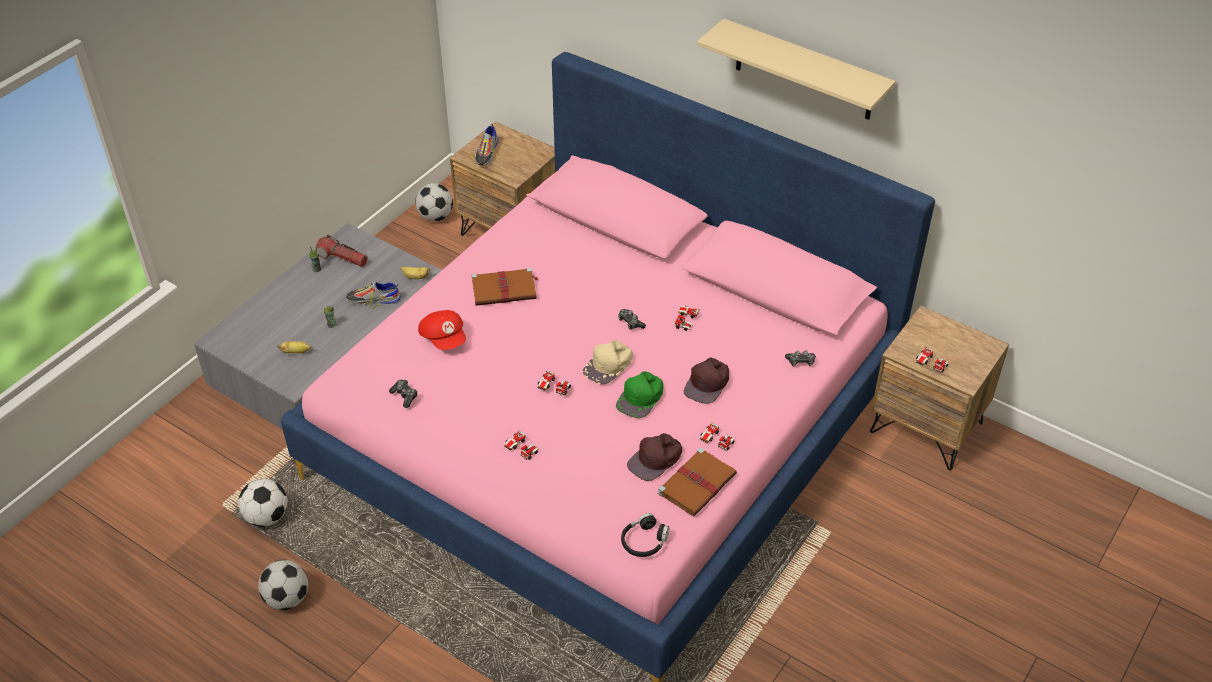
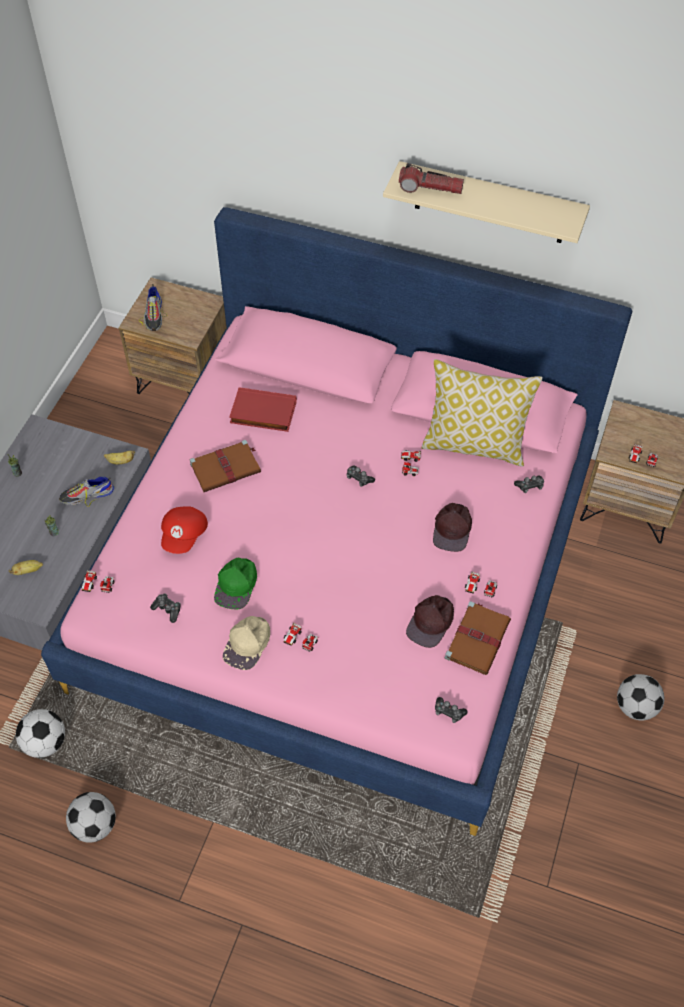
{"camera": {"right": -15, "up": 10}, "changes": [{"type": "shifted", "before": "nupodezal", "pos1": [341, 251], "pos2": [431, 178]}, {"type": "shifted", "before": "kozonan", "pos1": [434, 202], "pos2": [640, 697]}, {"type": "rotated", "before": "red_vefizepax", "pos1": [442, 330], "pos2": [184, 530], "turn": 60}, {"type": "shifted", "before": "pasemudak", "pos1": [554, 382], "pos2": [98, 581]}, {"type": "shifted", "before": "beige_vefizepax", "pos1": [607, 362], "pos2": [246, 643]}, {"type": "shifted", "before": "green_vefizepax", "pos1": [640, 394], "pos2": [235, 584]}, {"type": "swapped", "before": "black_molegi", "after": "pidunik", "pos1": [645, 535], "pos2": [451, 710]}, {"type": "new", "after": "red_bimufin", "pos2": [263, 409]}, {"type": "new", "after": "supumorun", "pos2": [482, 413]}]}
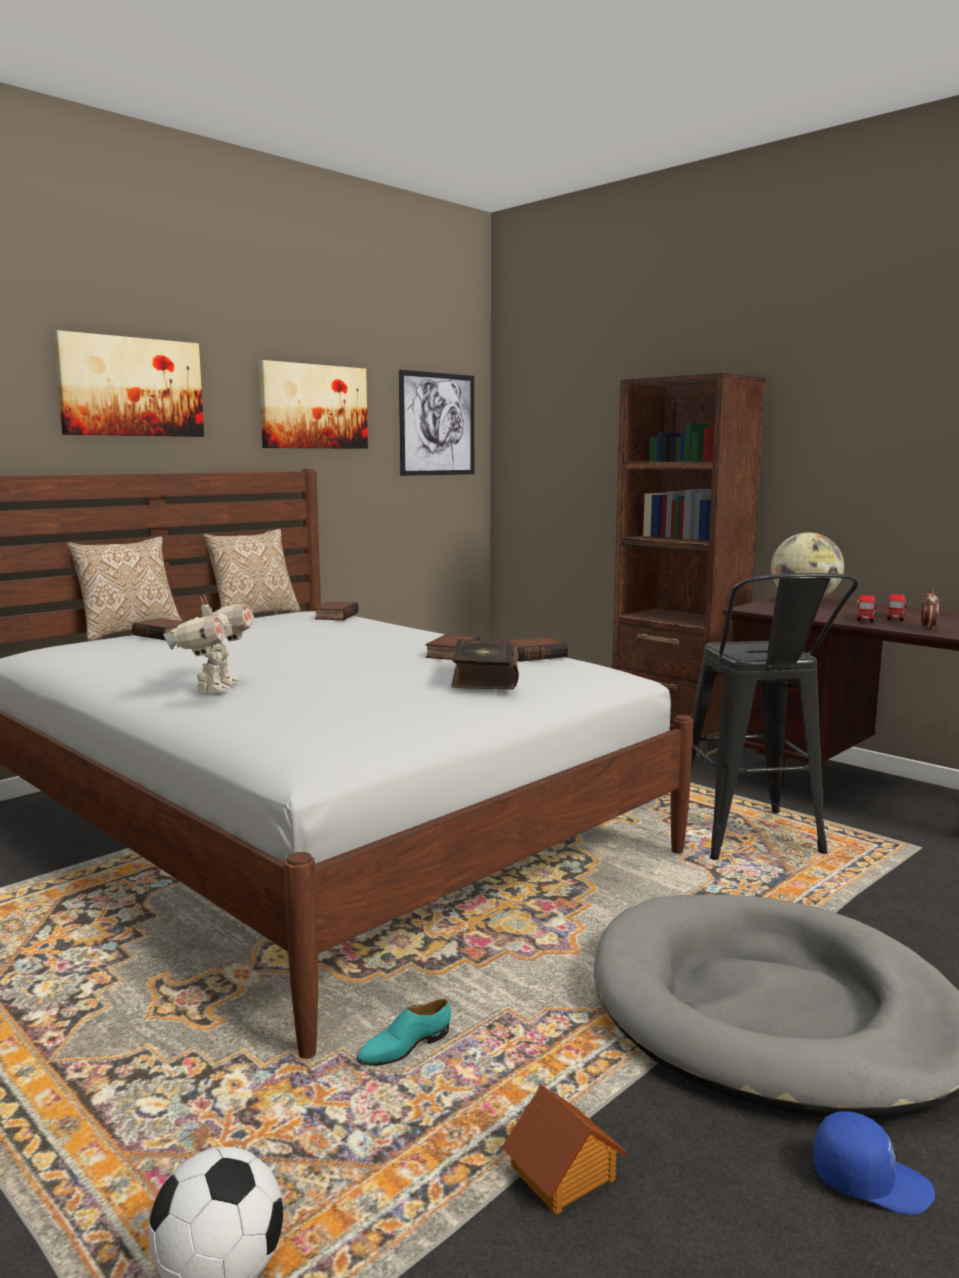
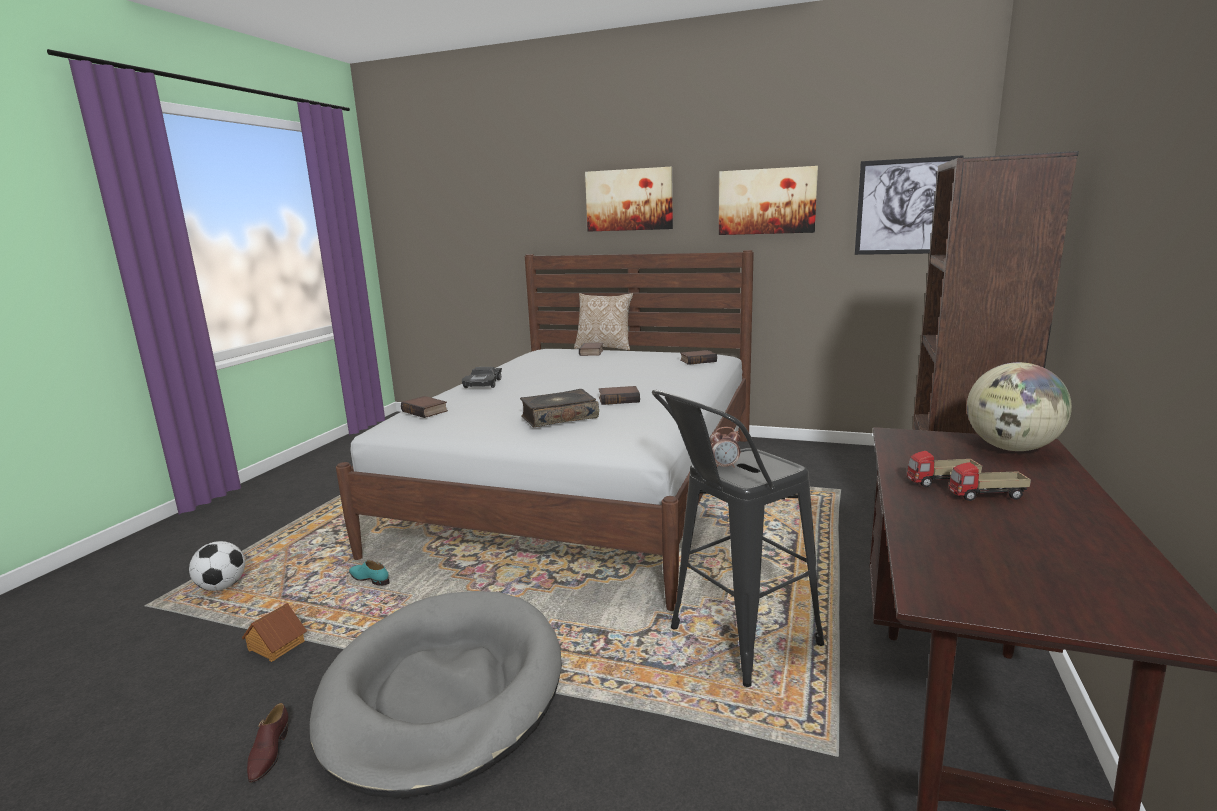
{"camera": {"right": 65, "up": 5}, "changes": [{"type": "swapped", "before": "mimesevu", "after": "black_pasemudak", "pos1": [208, 644], "pos2": [482, 377]}, {"type": "gone", "before": "supumorun", "pos1": [252, 571]}, {"type": "shifted", "before": "bimufin", "pos1": [535, 649], "pos2": [424, 407]}, {"type": "swapped", "before": "blue_vefizepax", "after": "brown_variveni", "pos1": [874, 1163], "pos2": [267, 742]}, {"type": "shifted", "before": "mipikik", "pos1": [930, 609], "pos2": [725, 447]}]}
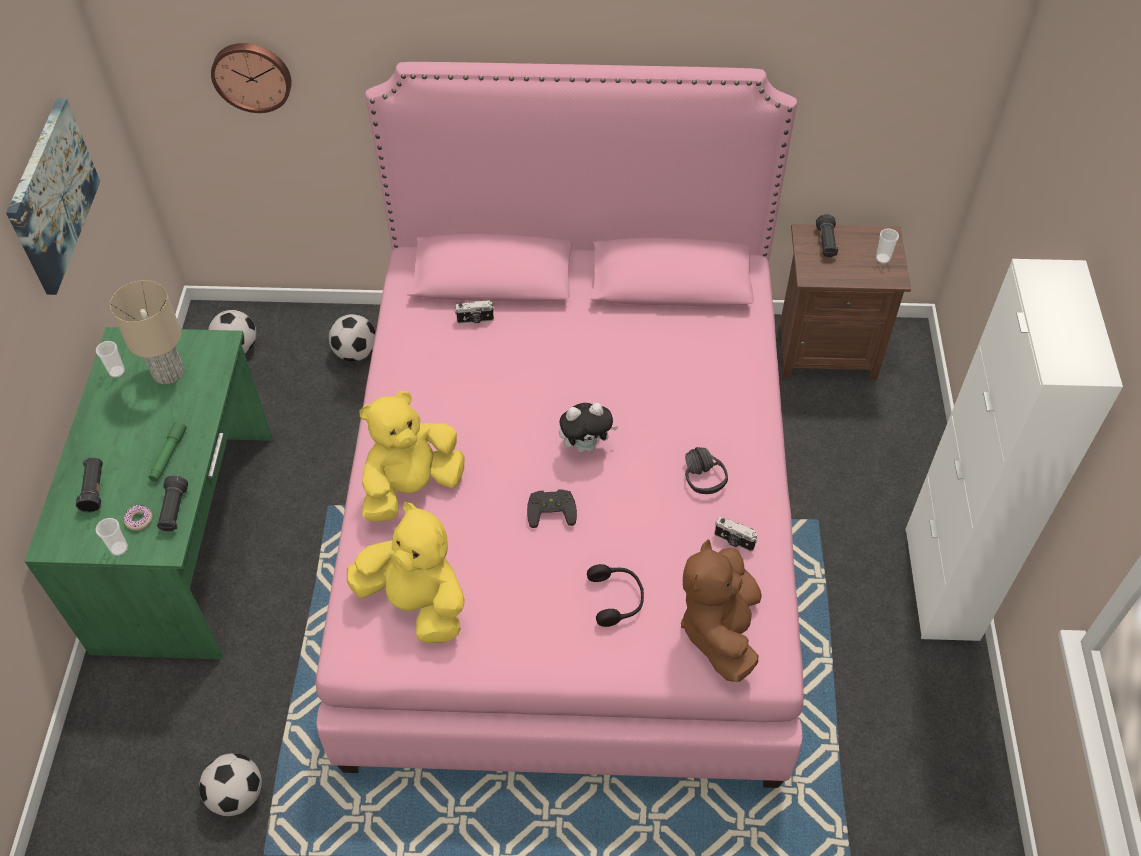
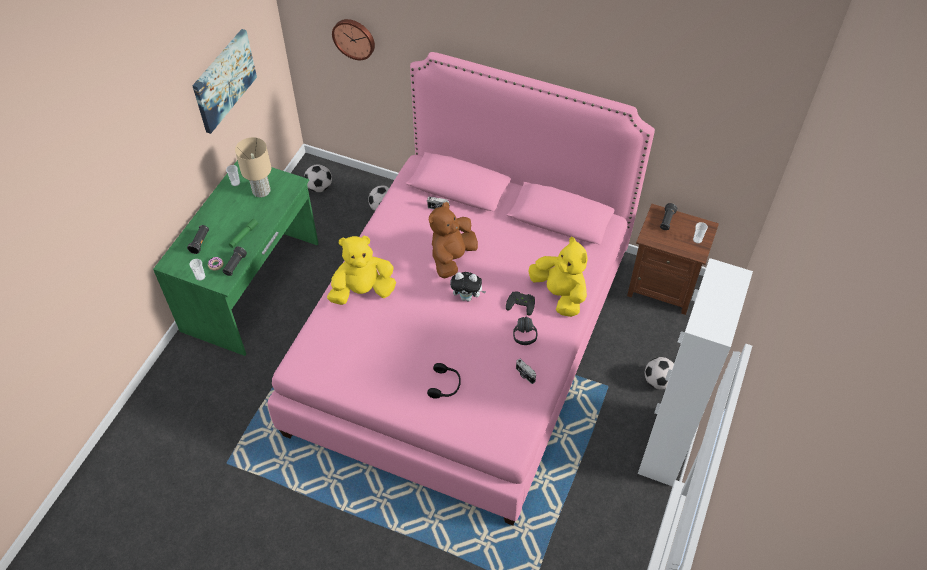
{"camera": {"right": 20, "up": 0}, "changes": [{"type": "shifted", "before": "kozonan", "pos1": [230, 784], "pos2": [659, 373]}, {"type": "shifted", "before": "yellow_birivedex", "pos1": [406, 573], "pos2": [558, 277]}, {"type": "shifted", "before": "black_pidunik", "pos1": [552, 509], "pos2": [520, 304]}, {"type": "shifted", "before": "brown_birivedex", "pos1": [721, 610], "pos2": [453, 240]}]}
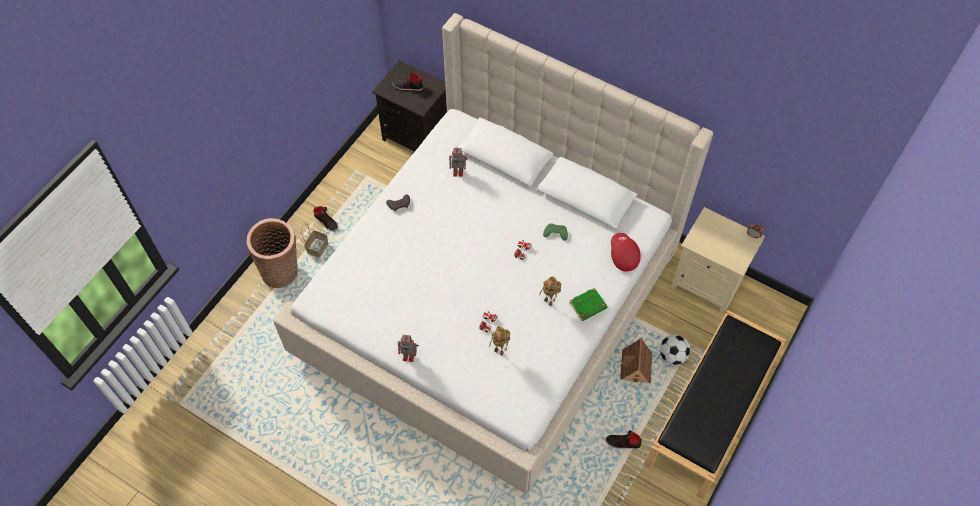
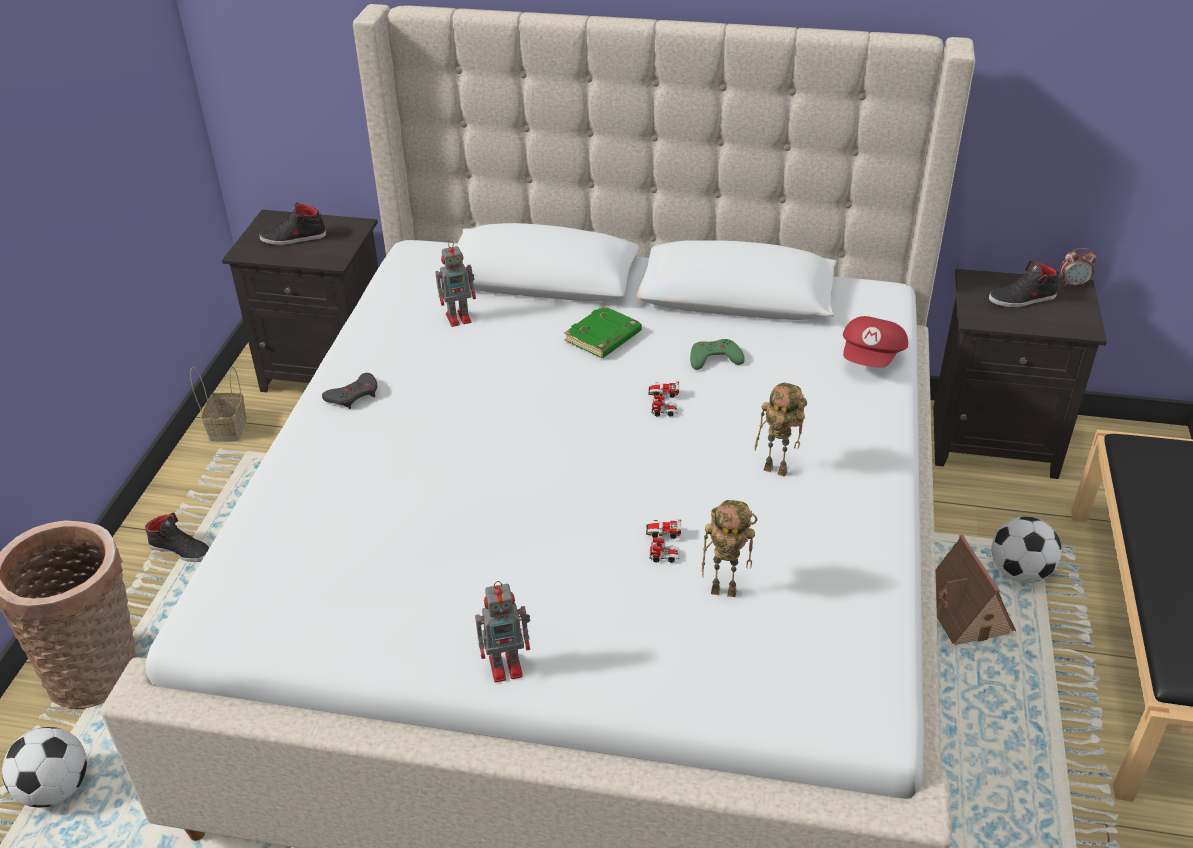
{"camera": {"right": -20, "up": -20}, "changes": [{"type": "shifted", "before": "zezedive", "pos1": [314, 240], "pos2": [218, 404]}, {"type": "shifted", "before": "green_bimufin", "pos1": [588, 304], "pos2": [603, 331]}, {"type": "shifted", "before": "black_variveni", "pos1": [623, 439], "pos2": [1024, 284]}, {"type": "rotated", "before": "red_vefizepax", "pos1": [626, 252], "pos2": [875, 342], "turn": -120}, {"type": "repainted", "before": "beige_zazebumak", "after": "black_zazebumak", "pos1": [718, 260], "pos2": [1020, 374]}, {"type": "new", "after": "kozonan", "pos2": [44, 767]}]}
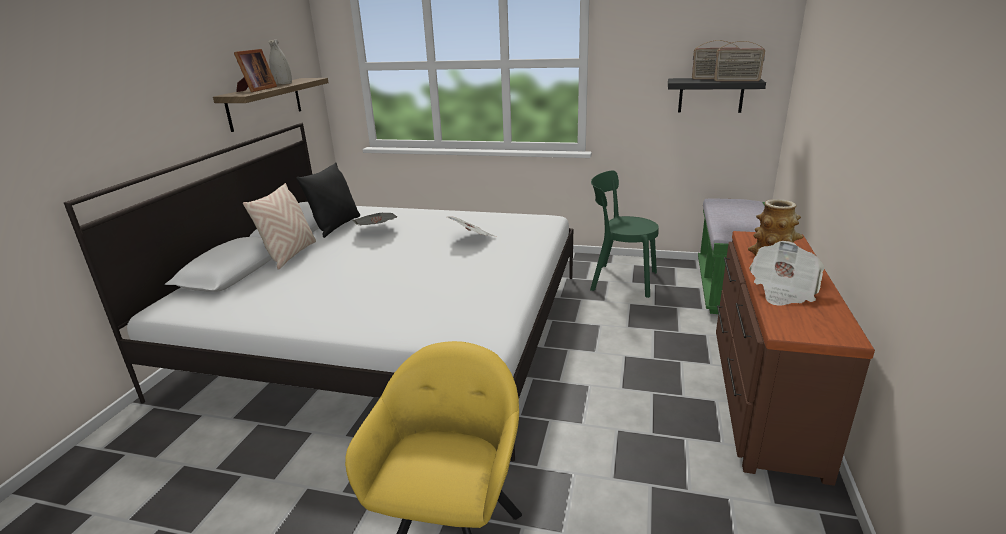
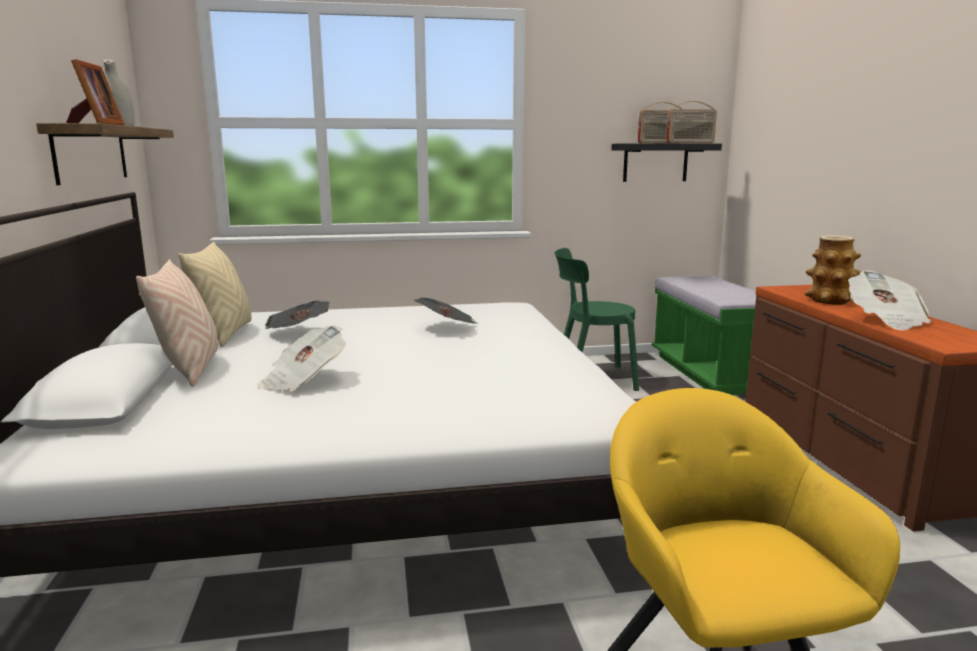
{"camera": {"right": -25, "up": -10}, "changes": [{"type": "repainted", "before": "black_supumorun", "after": "beige_supumorun", "pos1": [328, 200], "pos2": [215, 294]}, {"type": "new", "after": "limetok", "pos2": [302, 358]}]}
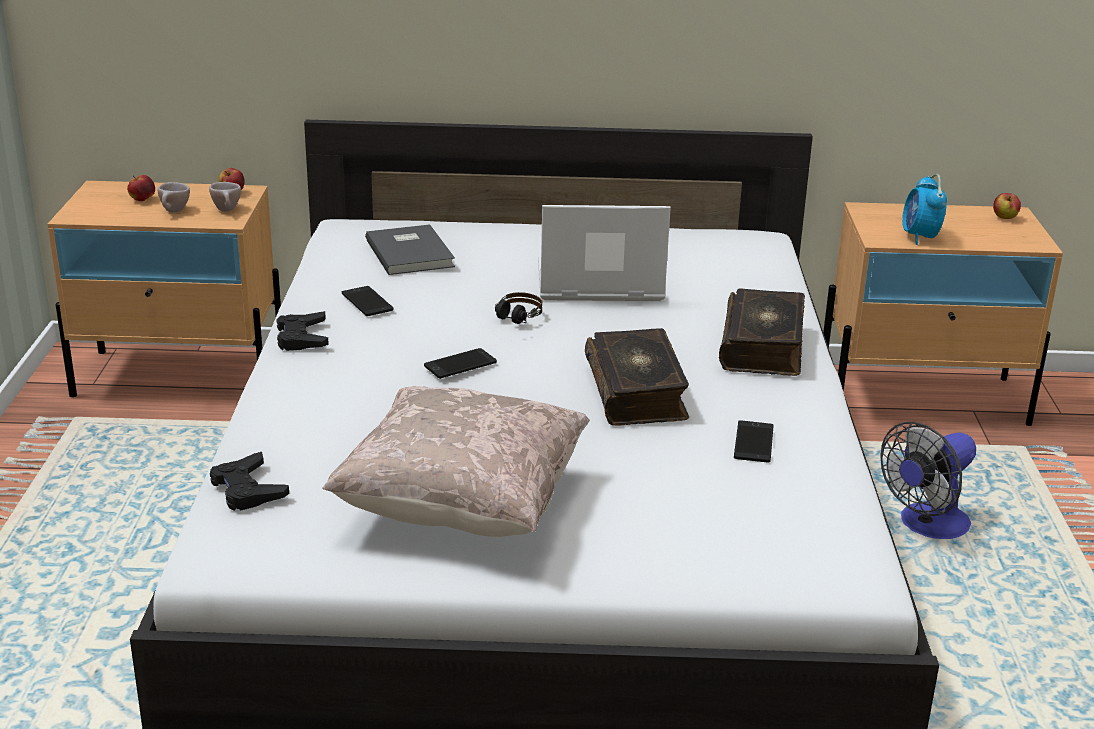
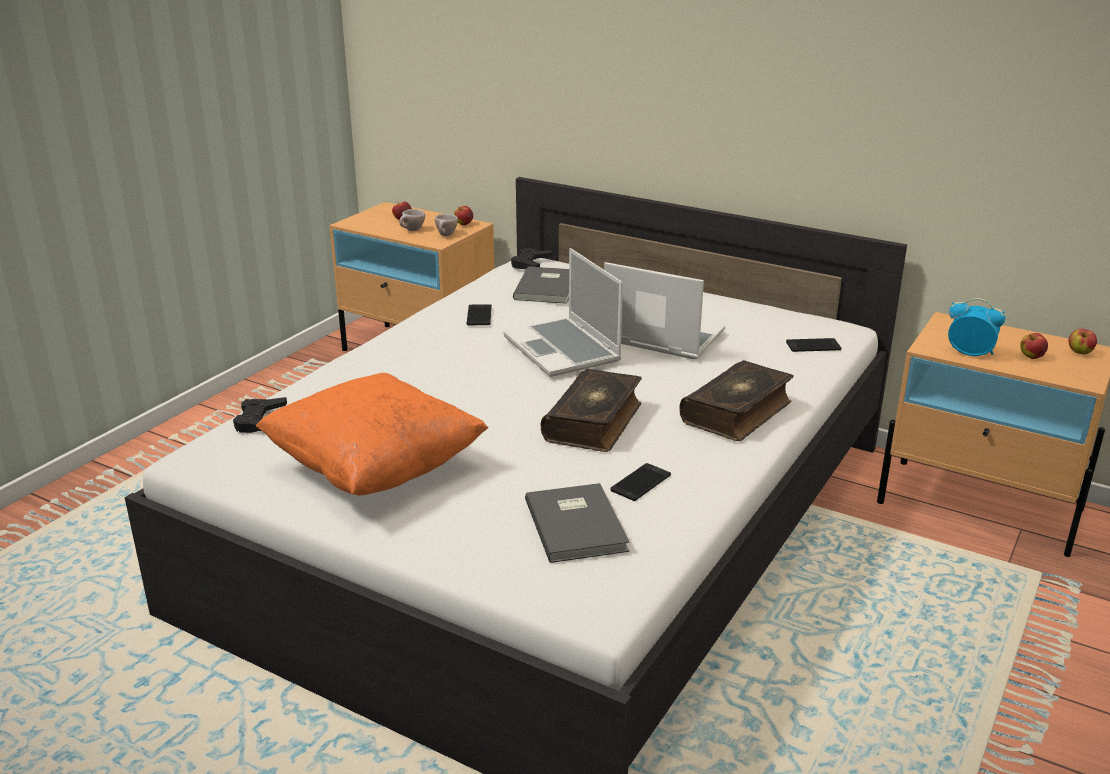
{"camera": {"right": 30, "up": 0}, "changes": [{"type": "shifted", "before": "black_pidunik", "pos1": [302, 331], "pos2": [532, 258]}, {"type": "repainted", "before": "beige_supumorun", "after": "orange_supumorun", "pos1": [456, 461], "pos2": [372, 434]}, {"type": "shifted", "before": "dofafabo", "pos1": [460, 363], "pos2": [813, 345]}, {"type": "swapped", "before": "molegi", "after": "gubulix", "pos1": [519, 308], "pos2": [563, 312]}, {"type": "gone", "before": "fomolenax", "pos1": [928, 480]}, {"type": "rotated", "before": "mipikik", "pos1": [924, 209], "pos2": [976, 327], "turn": 90}, {"type": "new", "after": "grey_bimufin", "pos2": [577, 523]}, {"type": "new", "after": "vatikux", "pos2": [1034, 346]}]}
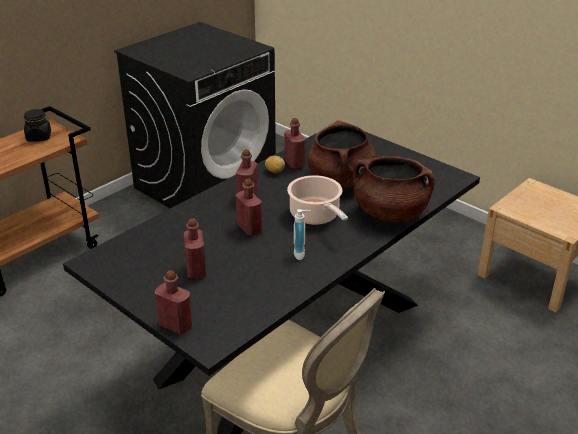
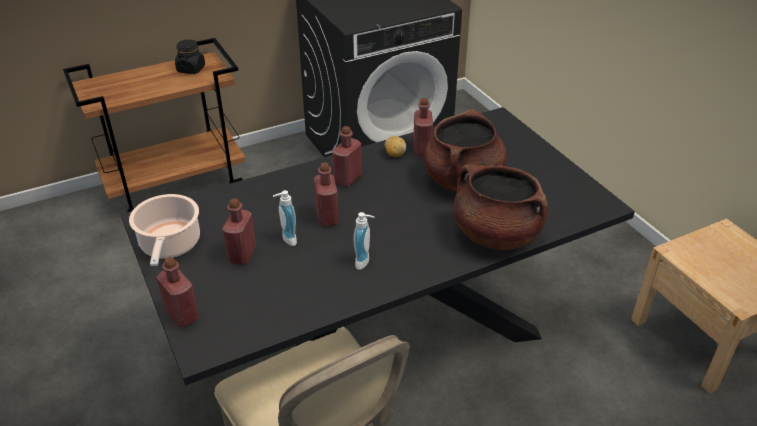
{"camera": {"right": 20, "up": 5}, "changes": [{"type": "shifted", "before": "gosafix", "pos1": [317, 200], "pos2": [164, 230]}, {"type": "new", "after": "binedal", "pos2": [285, 218]}]}
